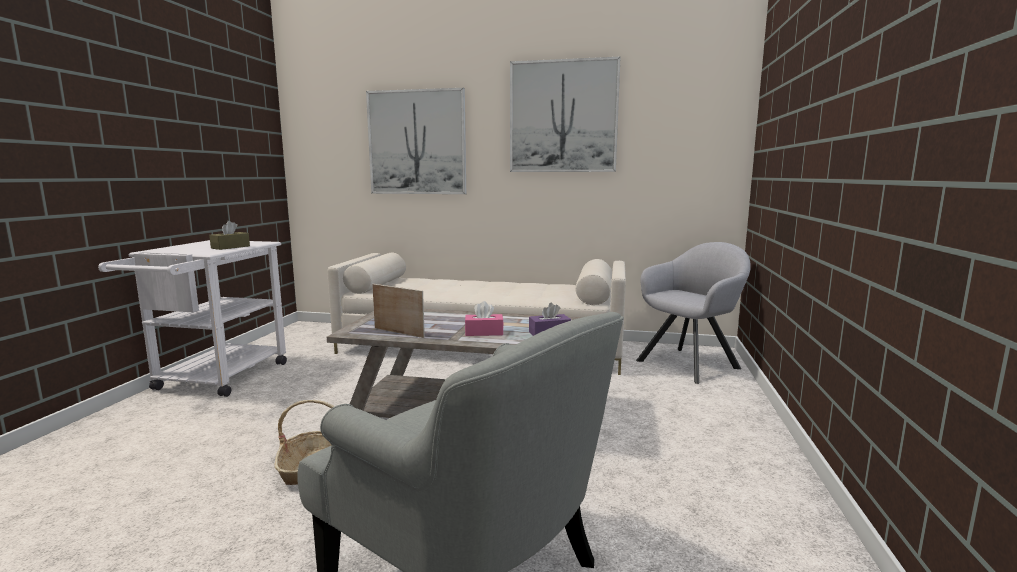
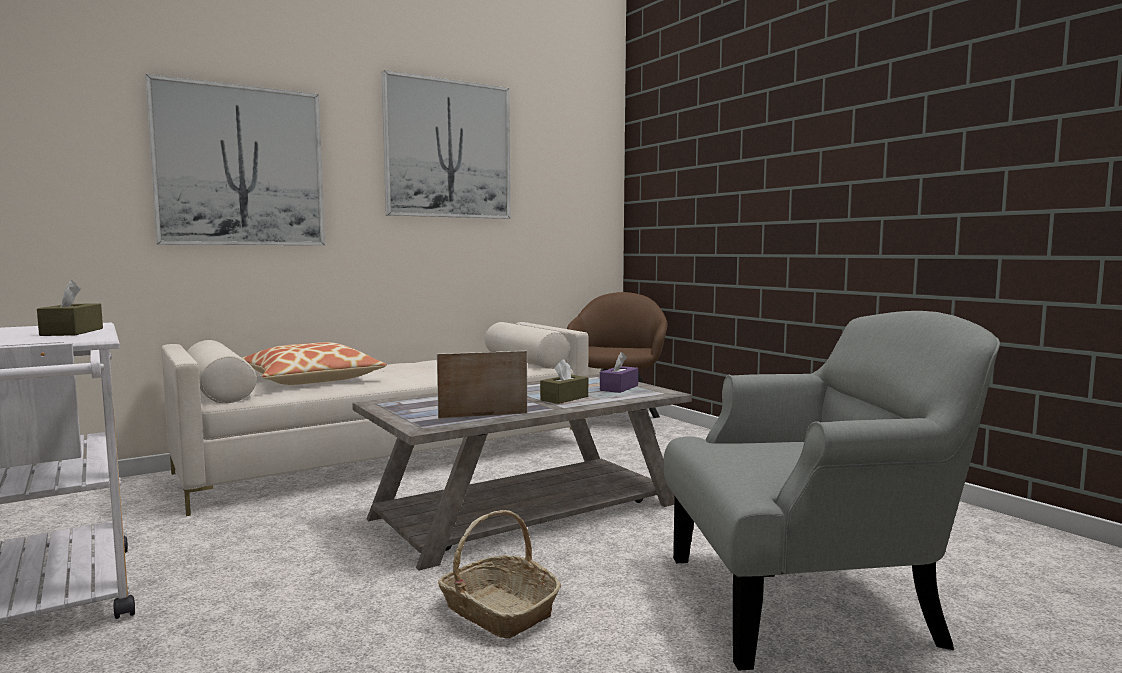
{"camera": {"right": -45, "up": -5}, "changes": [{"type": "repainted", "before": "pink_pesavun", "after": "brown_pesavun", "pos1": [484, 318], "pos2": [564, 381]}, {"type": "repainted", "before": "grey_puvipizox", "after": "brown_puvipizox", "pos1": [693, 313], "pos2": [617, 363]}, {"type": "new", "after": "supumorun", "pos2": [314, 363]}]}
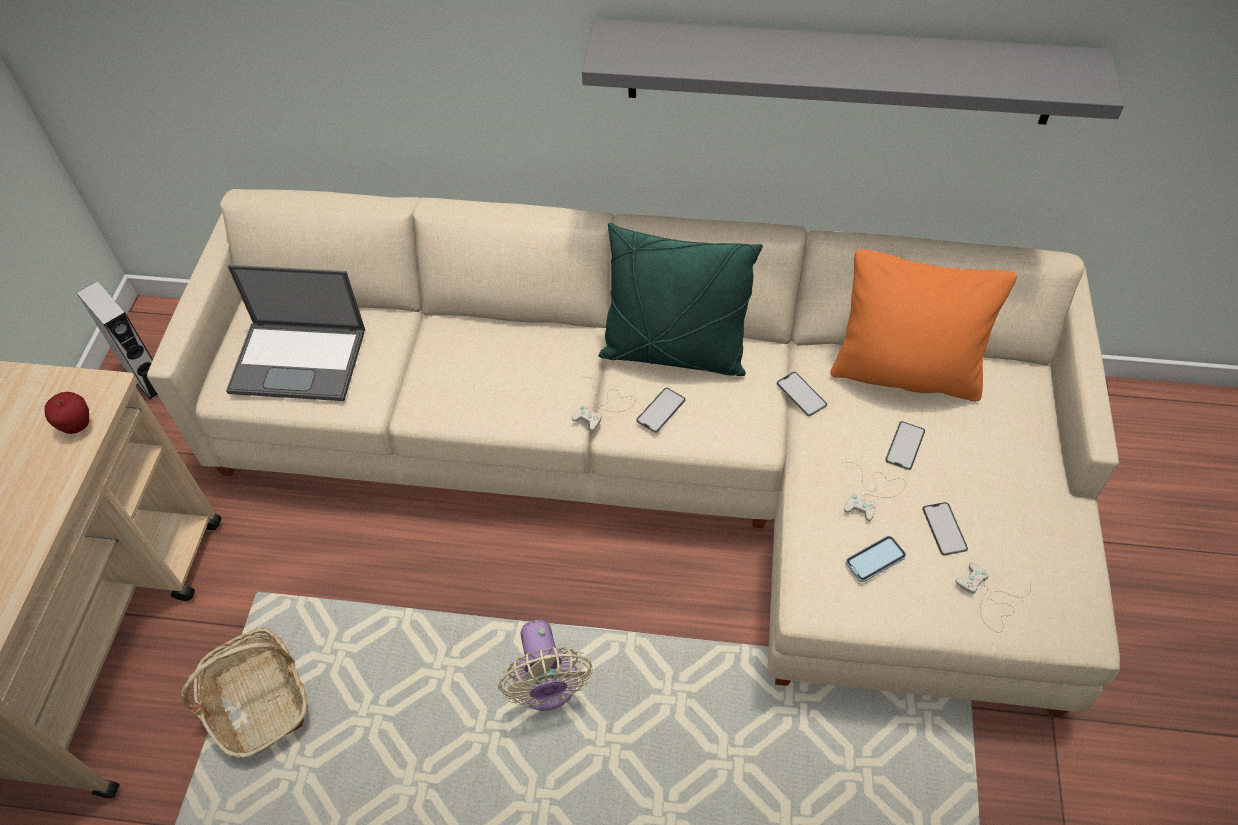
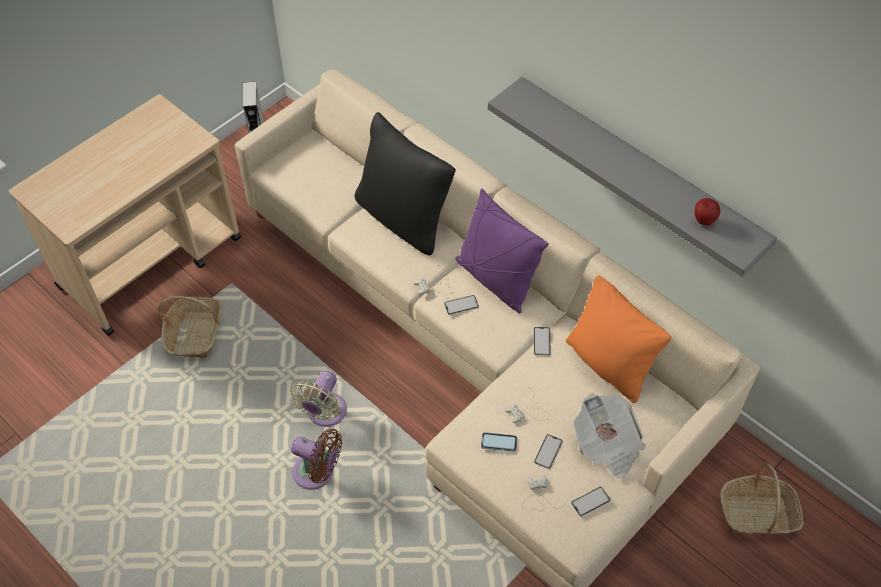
{"camera": {"right": 35, "up": 0}, "changes": [{"type": "shifted", "before": "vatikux", "pos1": [67, 413], "pos2": [707, 212]}, {"type": "gone", "before": "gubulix", "pos1": [295, 333]}, {"type": "repainted", "before": "green_supumorun", "after": "purple_supumorun", "pos1": [681, 299], "pos2": [502, 251]}, {"type": "shifted", "before": "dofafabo", "pos1": [905, 445], "pos2": [590, 501]}, {"type": "new", "after": "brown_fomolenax", "pos2": [316, 459]}, {"type": "new", "after": "black_supumorun", "pos2": [405, 183]}, {"type": "new", "after": "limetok", "pos2": [610, 436]}, {"type": "new", "after": "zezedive", "pos2": [762, 498]}]}
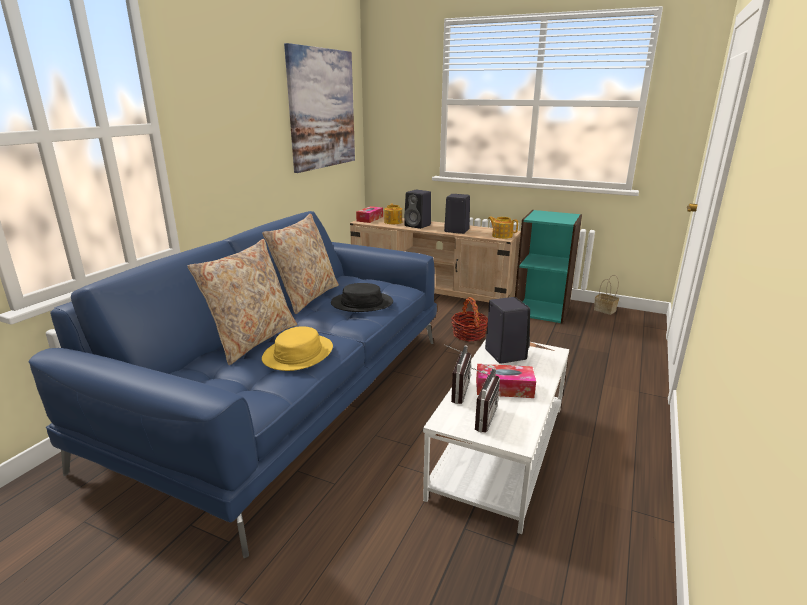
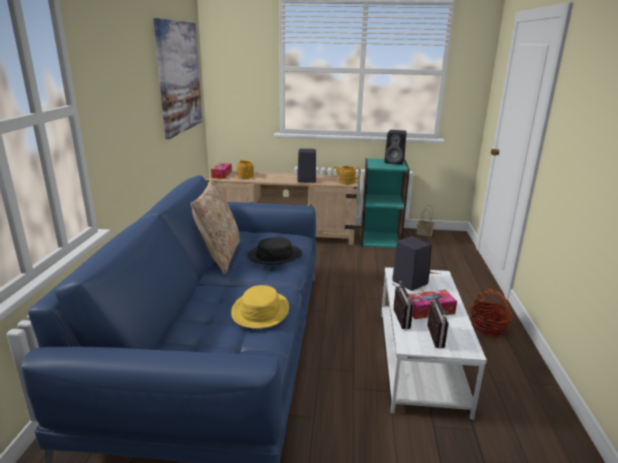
{"camera": {"right": -20, "up": 0}, "changes": [{"type": "gone", "before": "beige_supumorun", "pos1": [242, 302]}, {"type": "shifted", "before": "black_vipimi", "pos1": [417, 209], "pos2": [395, 147]}, {"type": "shifted", "before": "zezedive", "pos1": [469, 319], "pos2": [491, 313]}]}
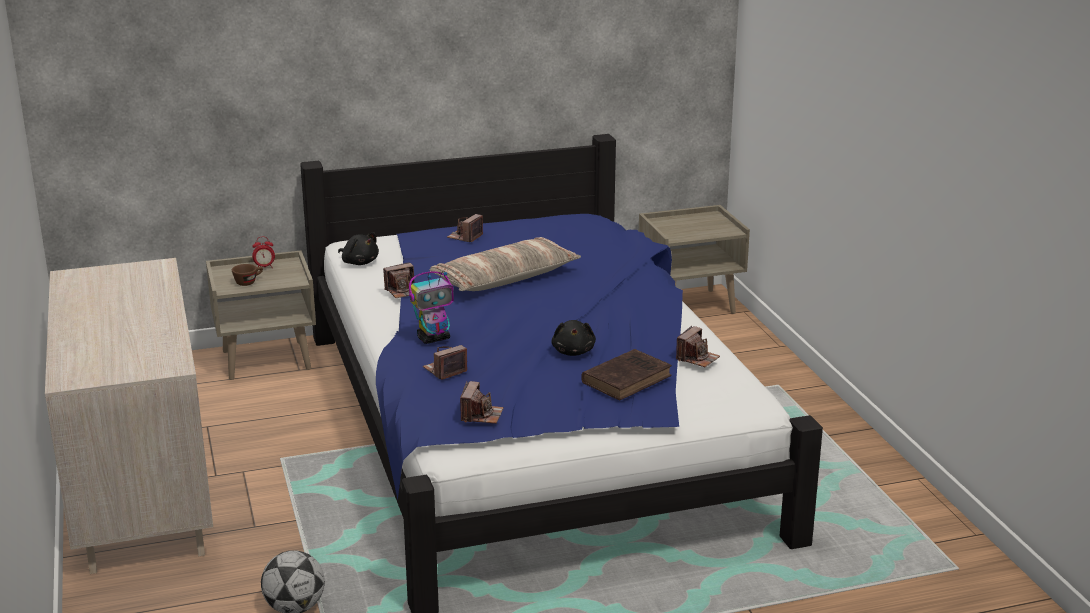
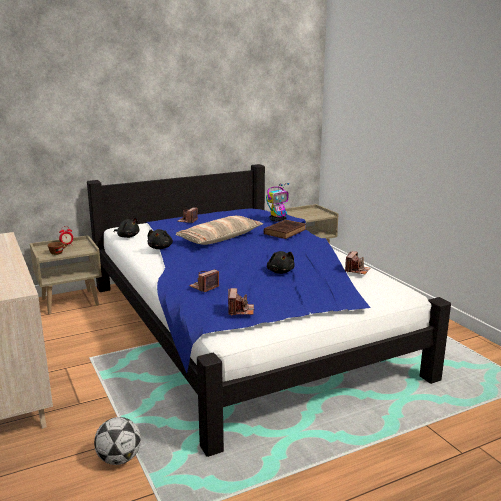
{"camera": {"right": -10, "up": -5}, "changes": [{"type": "swapped", "before": "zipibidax", "after": "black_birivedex", "pos1": [399, 280], "pos2": [160, 239]}, {"type": "shifted", "before": "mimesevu", "pos1": [431, 307], "pos2": [277, 202]}, {"type": "shifted", "before": "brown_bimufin", "pos1": [626, 374], "pos2": [285, 229]}]}
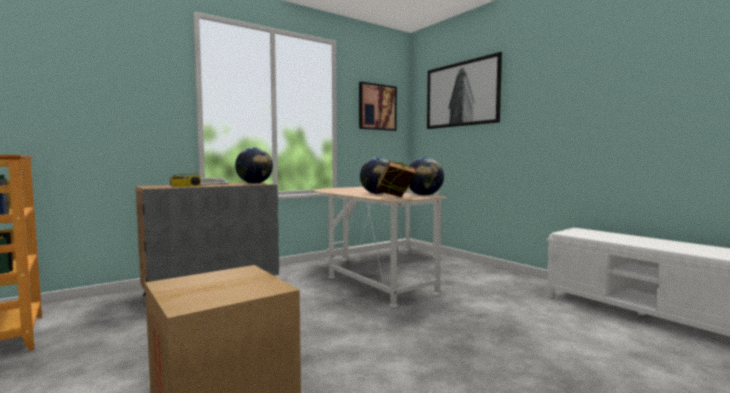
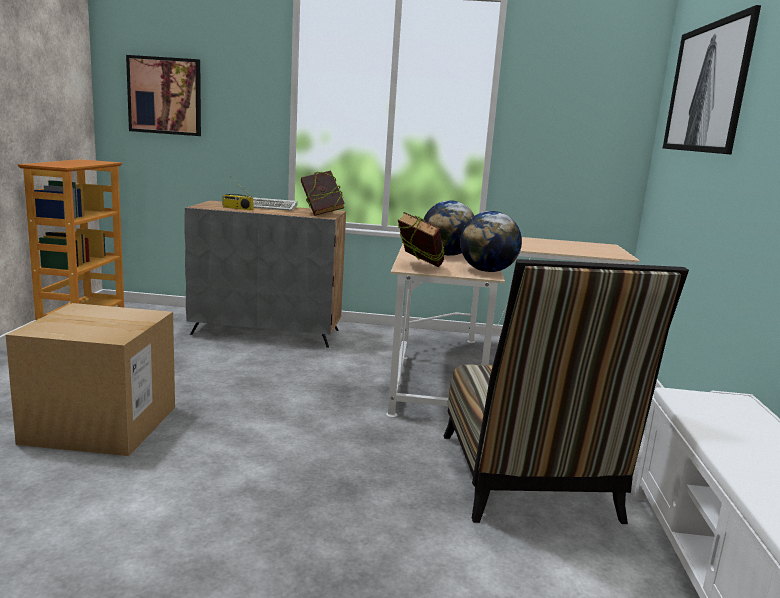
{"camera": {"right": 40, "up": 10}, "changes": [{"type": "swapped", "before": "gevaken", "after": "bimufin", "pos1": [254, 165], "pos2": [323, 193]}, {"type": "shifted", "before": "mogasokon", "pos1": [378, 106], "pos2": [163, 95]}, {"type": "new", "after": "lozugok", "pos2": [566, 391]}]}
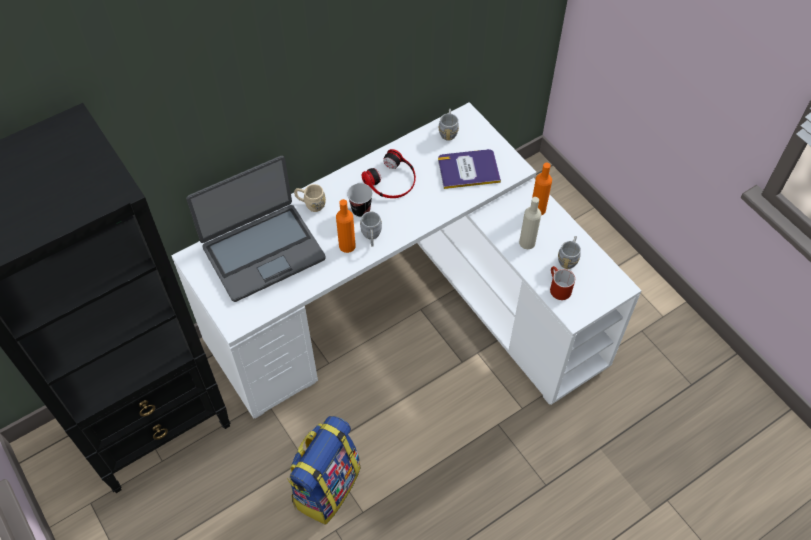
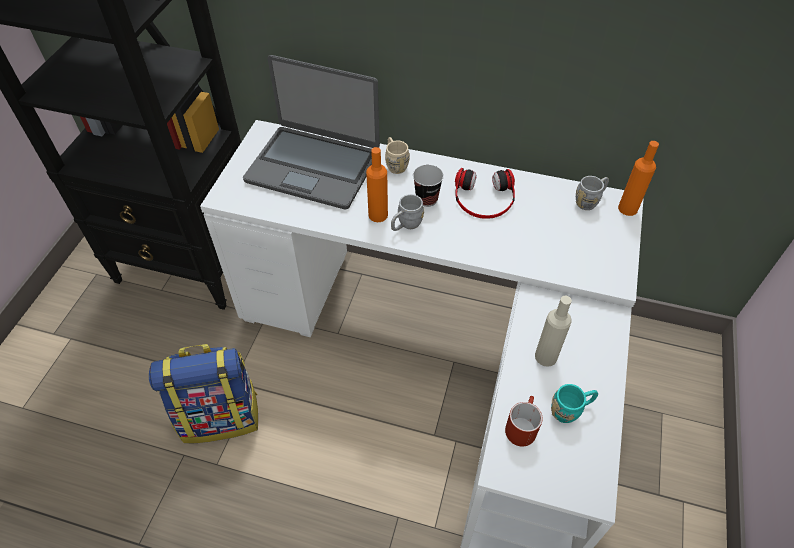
{"camera": {"right": 50, "up": -5}, "changes": [{"type": "gone", "before": "bimufin", "pos1": [469, 169]}, {"type": "shifted", "before": "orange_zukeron", "pos1": [542, 189], "pos2": [638, 178]}, {"type": "repainted", "before": "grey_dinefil", "after": "turquoise_dinefil", "pos1": [569, 252], "pos2": [574, 403]}]}
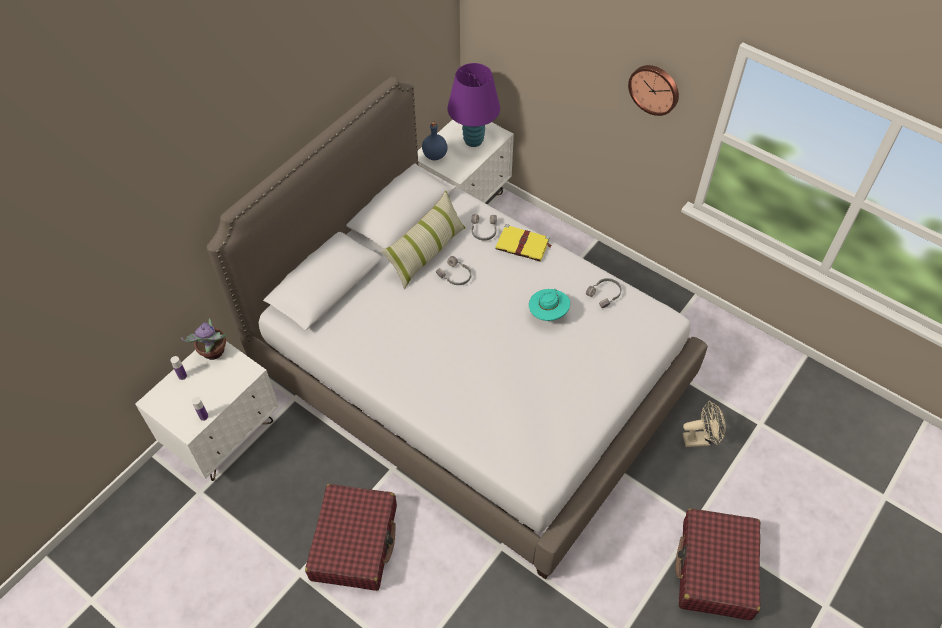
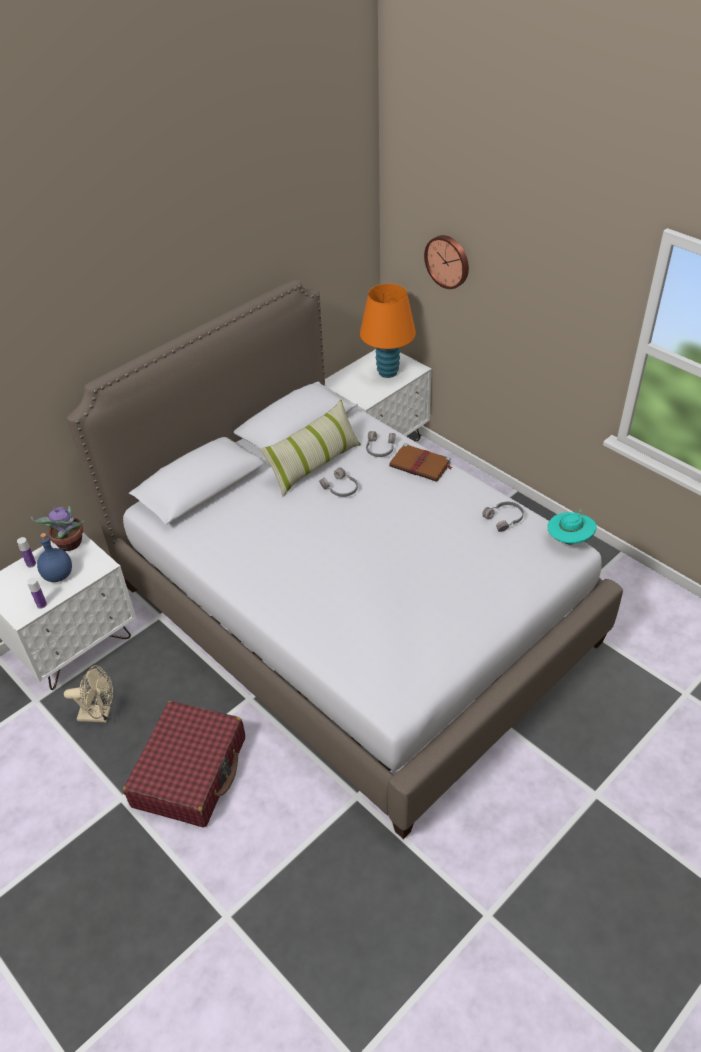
{"camera": {"right": 10, "up": -10}, "changes": [{"type": "shifted", "before": "blue_zukeron", "pos1": [435, 141], "pos2": [54, 557]}, {"type": "repainted", "before": "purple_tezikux", "after": "orange_tezikux", "pos1": [473, 105], "pos2": [388, 331]}, {"type": "repainted", "before": "yellow_bimufin", "after": "brown_bimufin", "pos1": [523, 243], "pos2": [421, 462]}, {"type": "shifted", "before": "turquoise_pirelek", "pos1": [549, 305], "pos2": [572, 527]}, {"type": "shifted", "before": "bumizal", "pos1": [653, 90], "pos2": [446, 262]}, {"type": "gone", "before": "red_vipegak", "pos1": [718, 564]}, {"type": "shifted", "before": "beige_fomolenax", "pos1": [704, 423], "pos2": [88, 693]}]}
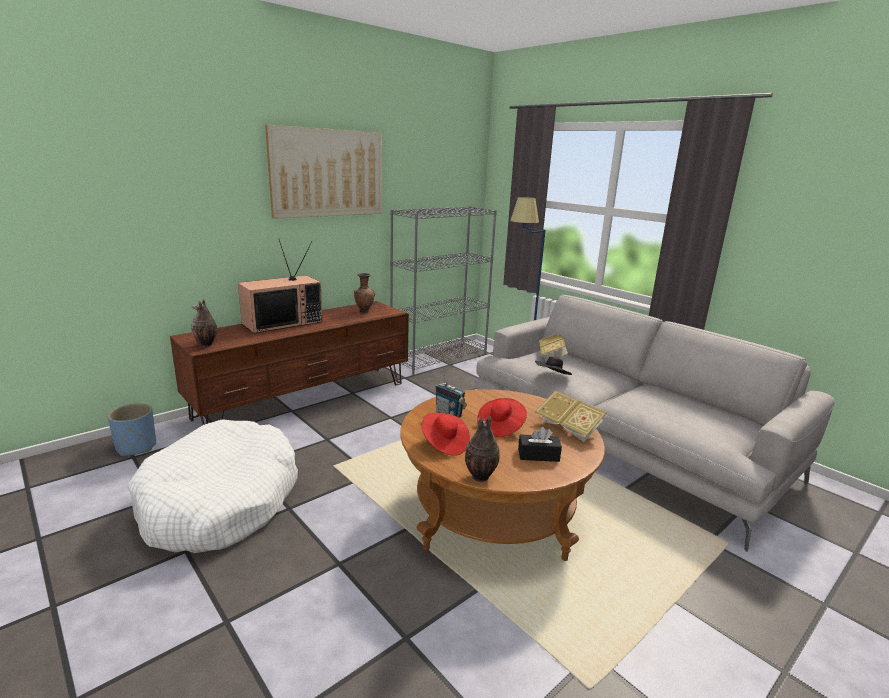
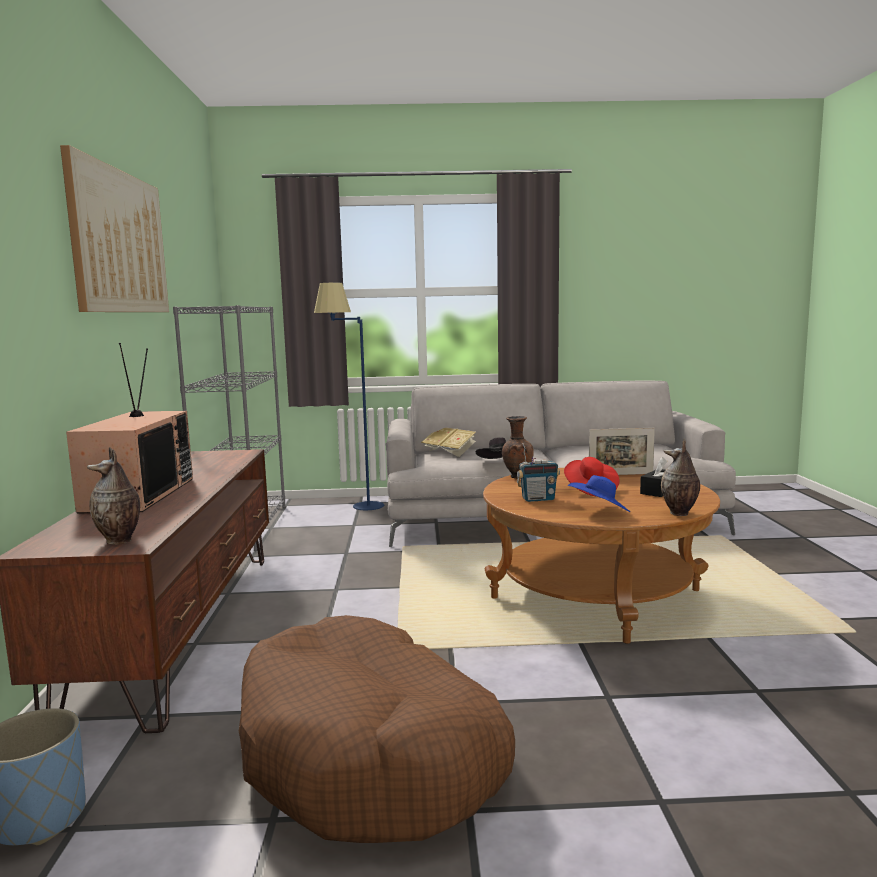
{"camera": {"right": -50, "up": -10}, "changes": [{"type": "repainted", "before": "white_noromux", "after": "brown_noromux", "pos1": [213, 486], "pos2": [377, 729]}, {"type": "shifted", "before": "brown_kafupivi", "pos1": [364, 293], "pos2": [518, 447]}, {"type": "repainted", "before": "red_pirelek", "after": "blue_pirelek", "pos1": [445, 434], "pos2": [599, 493]}, {"type": "swapped", "before": "bimufin", "after": "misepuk", "pos1": [571, 416], "pos2": [622, 451]}]}
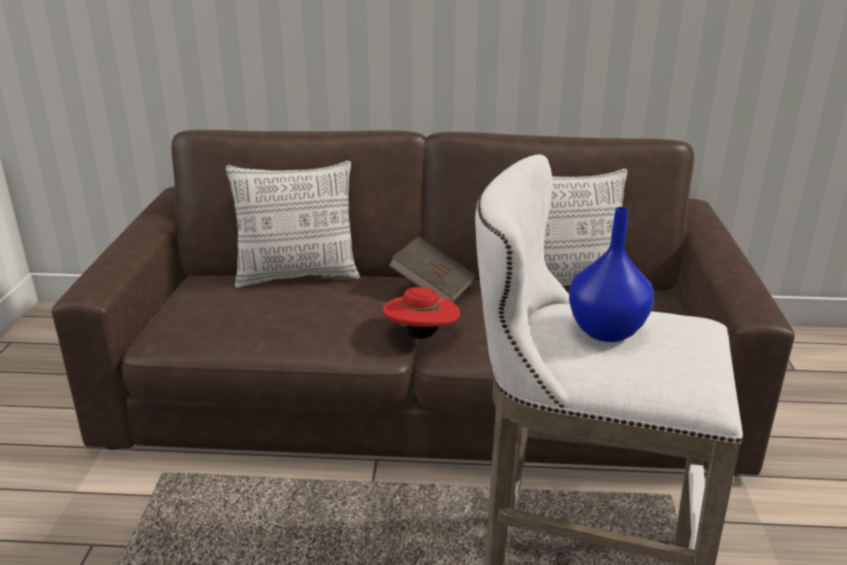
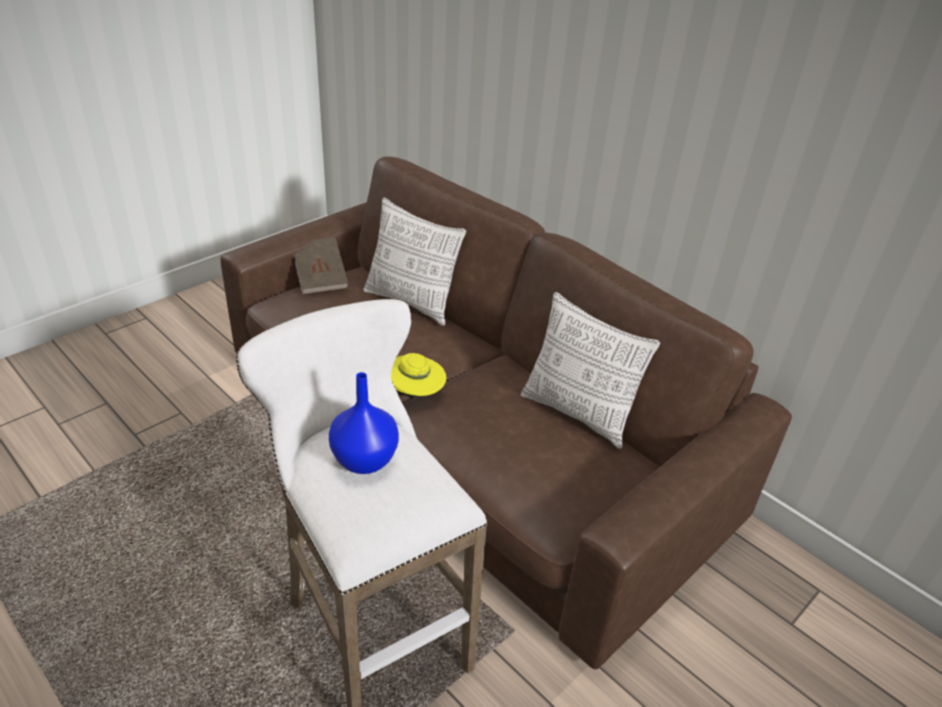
{"camera": {"right": 40, "up": 10}, "changes": [{"type": "repainted", "before": "red_pirelek", "after": "yellow_pirelek", "pos1": [421, 313], "pos2": [418, 375]}, {"type": "shifted", "before": "brown_bimufin", "pos1": [432, 269], "pos2": [321, 265]}]}
